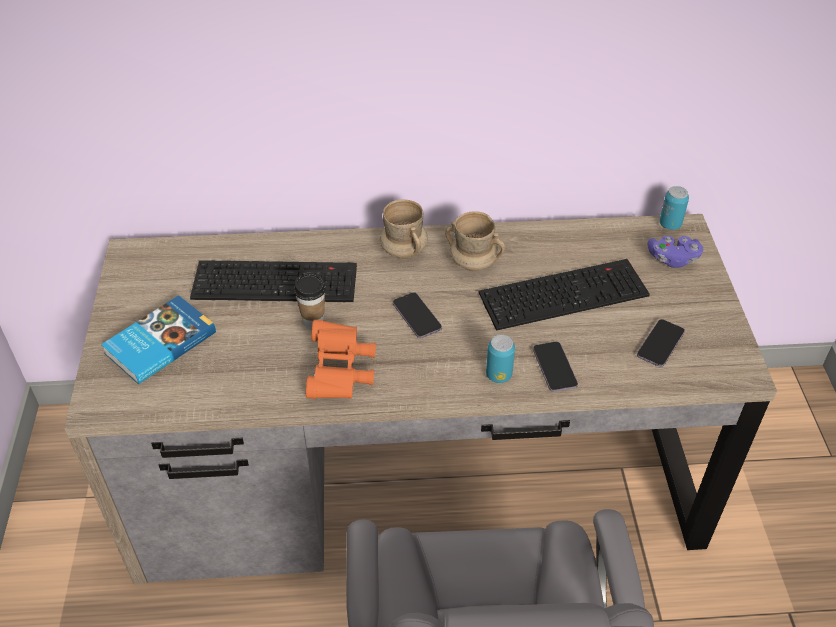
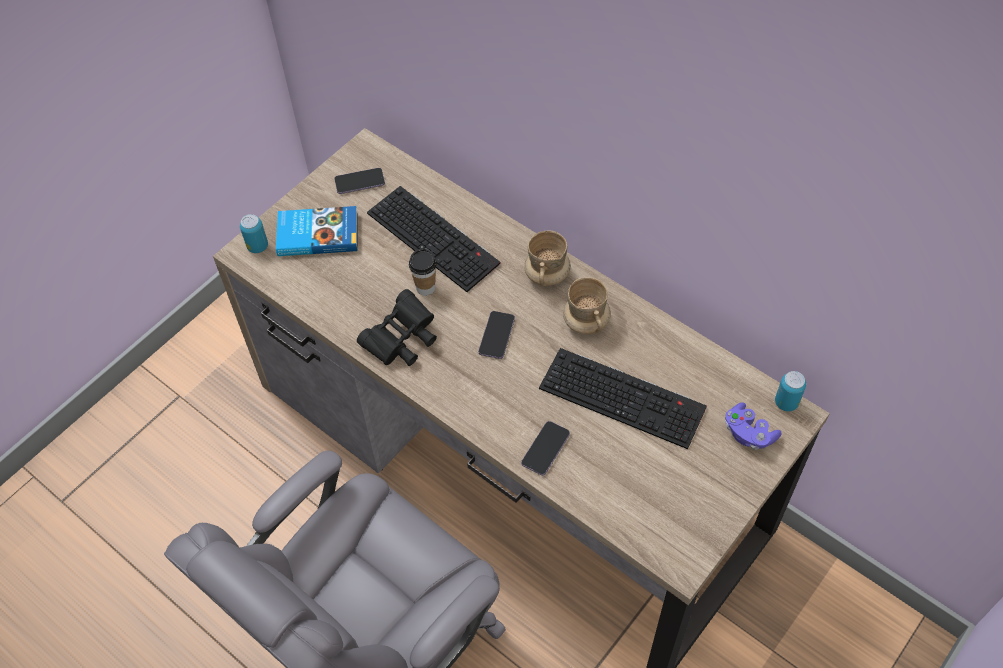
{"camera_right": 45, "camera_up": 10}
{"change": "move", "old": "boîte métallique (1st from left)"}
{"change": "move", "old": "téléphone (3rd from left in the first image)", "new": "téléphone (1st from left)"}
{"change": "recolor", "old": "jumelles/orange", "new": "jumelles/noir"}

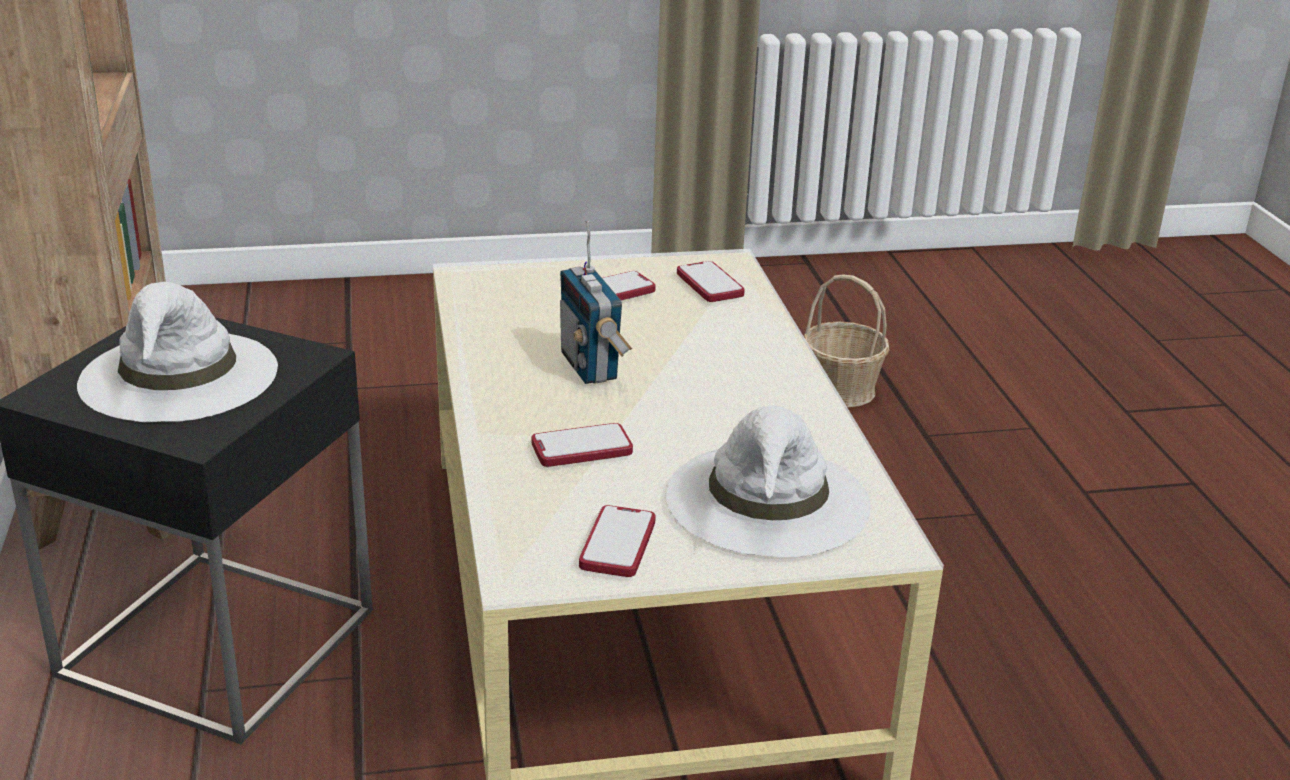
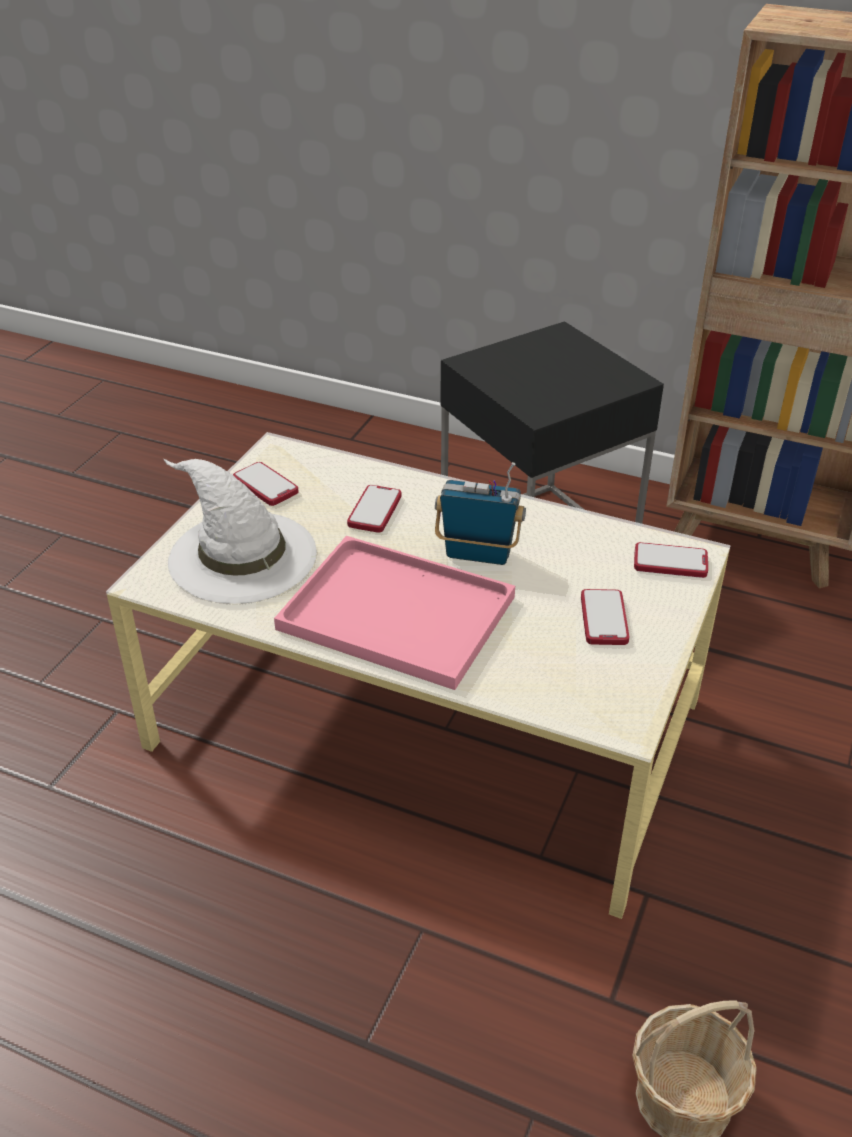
{"camera_right": 125, "camera_up": 10}
{"change": "delete", "old": "chapeau/blanc (1st from left)"}
{"change": "insert", "new": "plateau/rose"}
{"change": "move", "old": "téléphone (4th from left)"}

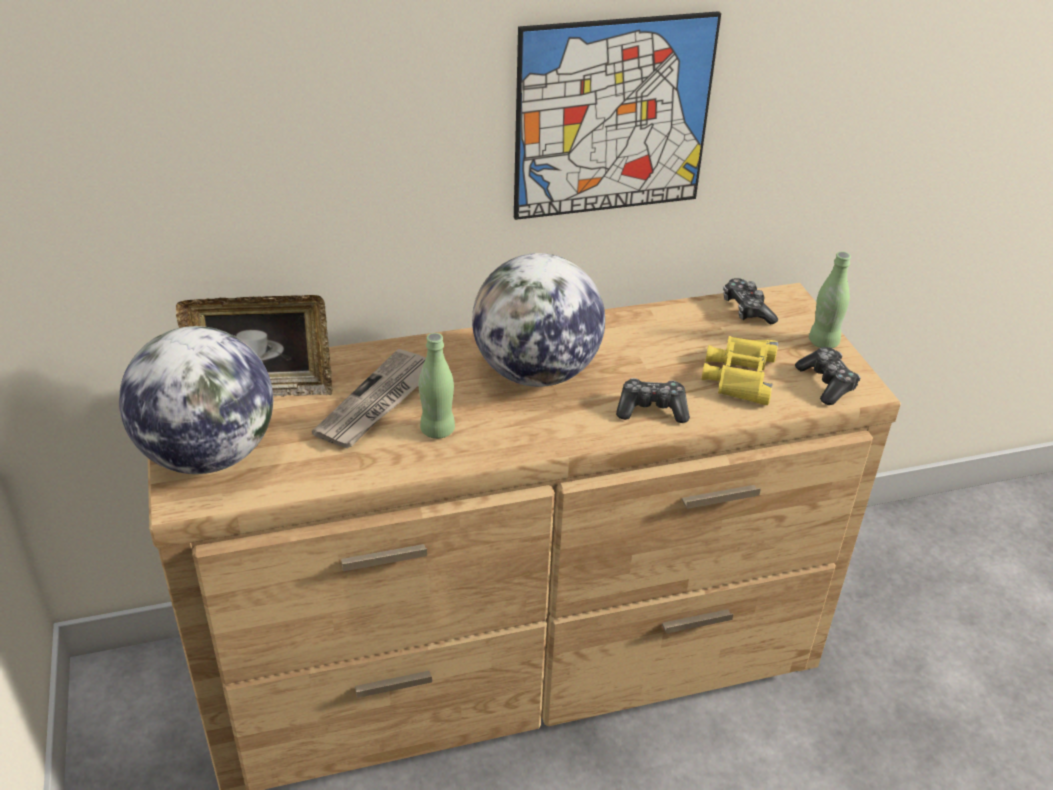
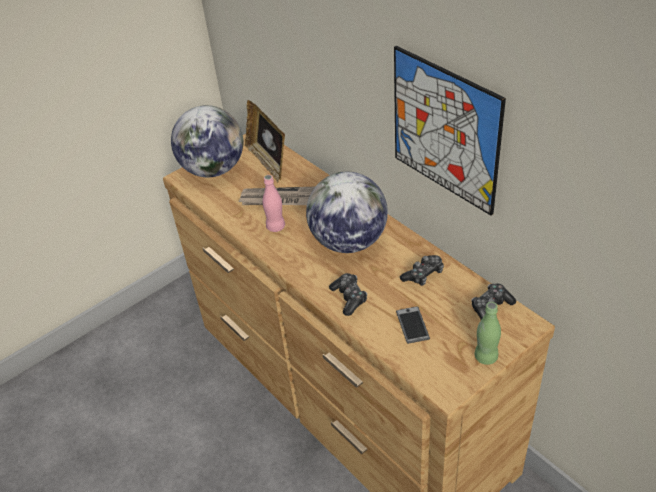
{"camera_right": 70, "camera_up": 5}
{"change": "move", "old": "manette (3rd from left in the first image)", "new": "manette (2nd from left)"}
{"change": "replace", "old": "jumelles/jaune", "new": "téléphone"}
{"change": "recolor", "old": "bouteille/vert (1st from left)", "new": "bouteille/rose"}

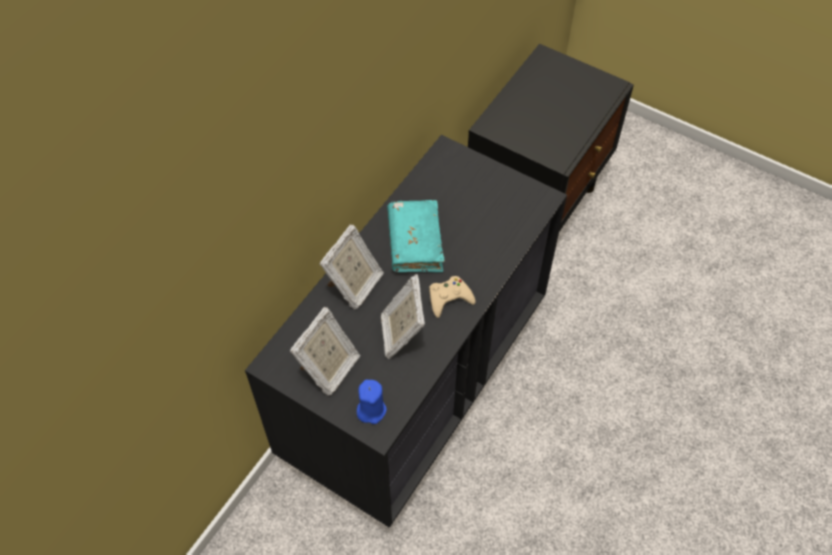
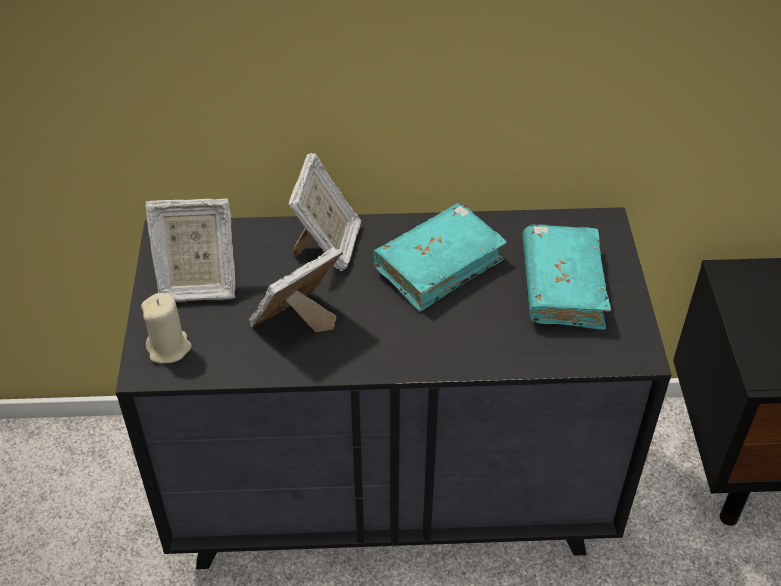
{"camera_right": 55, "camera_up": -10}
{"change": "delete", "old": "manette/beige"}
{"change": "insert", "new": "livre/turquoise (2nd from left)"}
{"change": "recolor", "old": "bougie/bleu", "new": "bougie/beige"}
{"change": "rotate", "old": "cadre photo (2nd from left in the first image)", "degrees": -75}

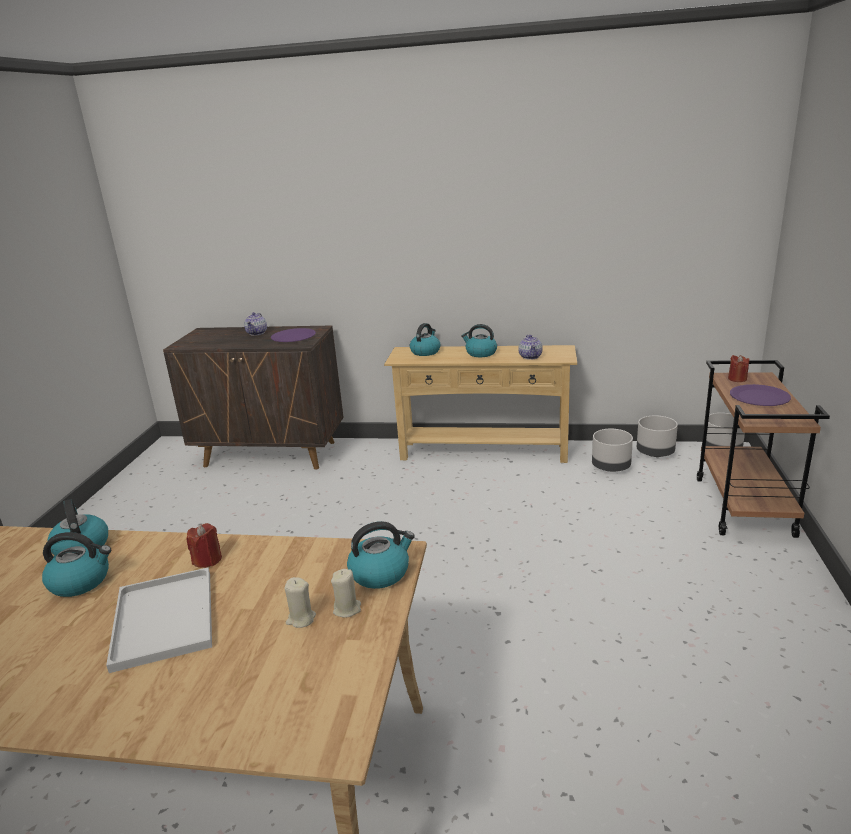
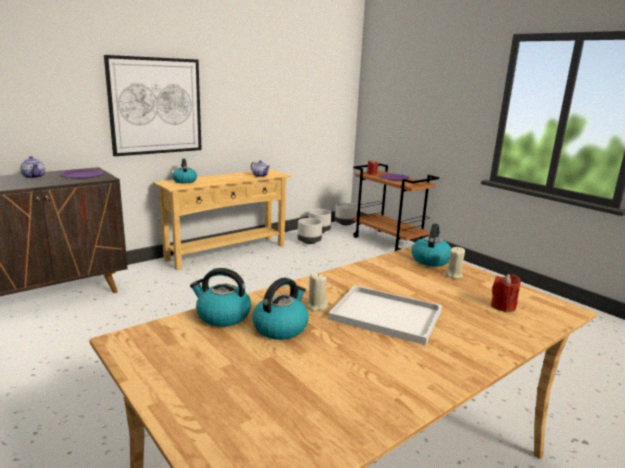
{"camera_right": -50, "camera_up": -5}
{"change": "delete", "old": "bouilloire (5th from left)"}
{"change": "insert", "new": "tableau"}
{"change": "move", "old": "bougie/rouge (1st from left in the first image)", "new": "bougie/rouge (2nd from left)"}
{"change": "move", "old": "bougie/beige (1st from left)"}

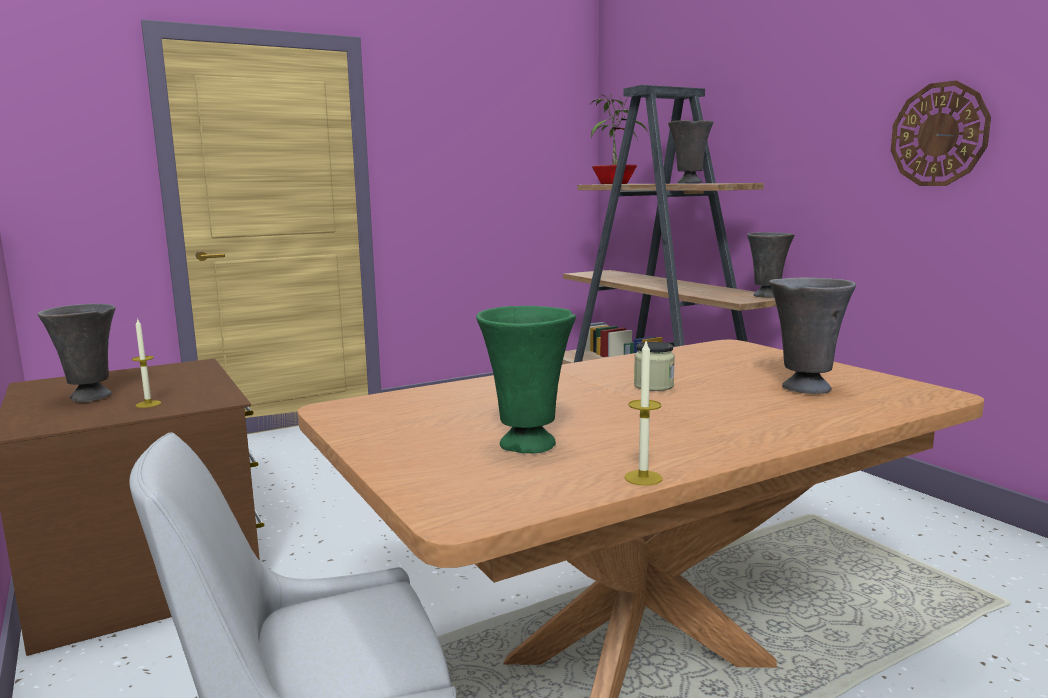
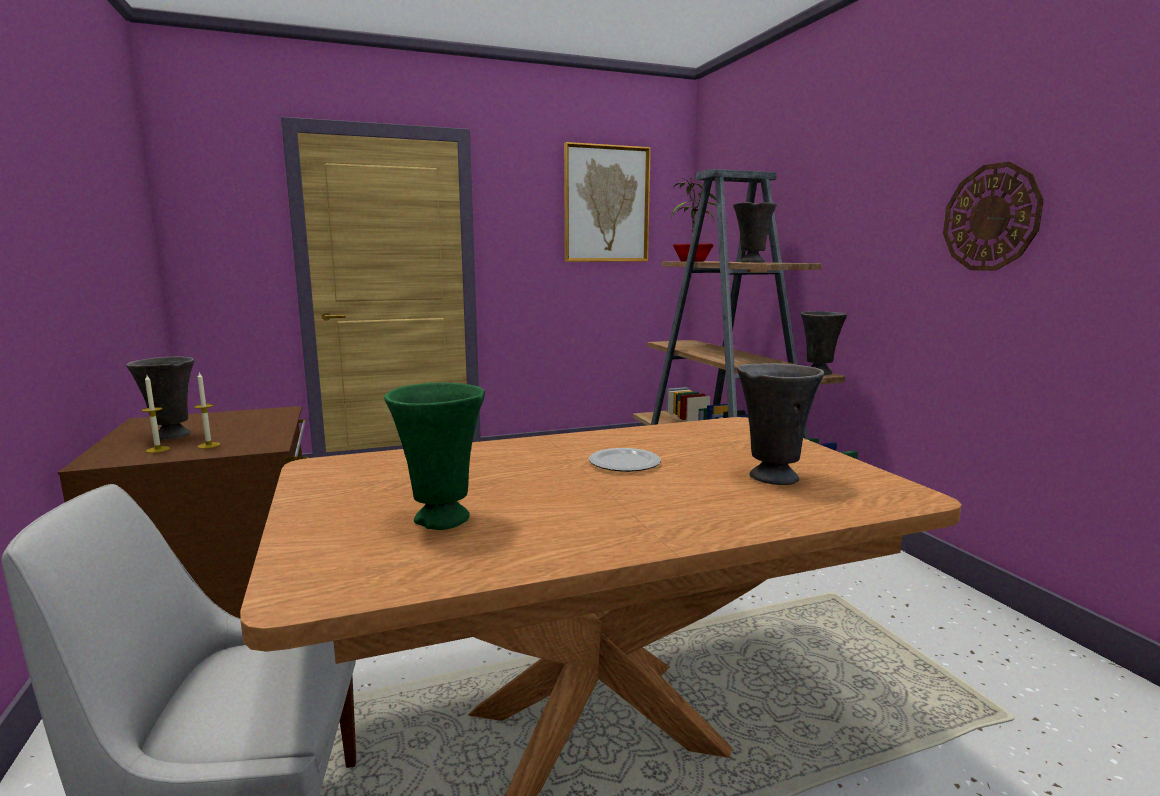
{"camera_right": 10, "camera_up": 0}
{"change": "insert", "new": "tableau"}
{"change": "move", "old": "bougie (2nd from left in the first image)", "new": "bougie (1st from left)"}
{"change": "replace", "old": "bocal", "new": "assiette"}

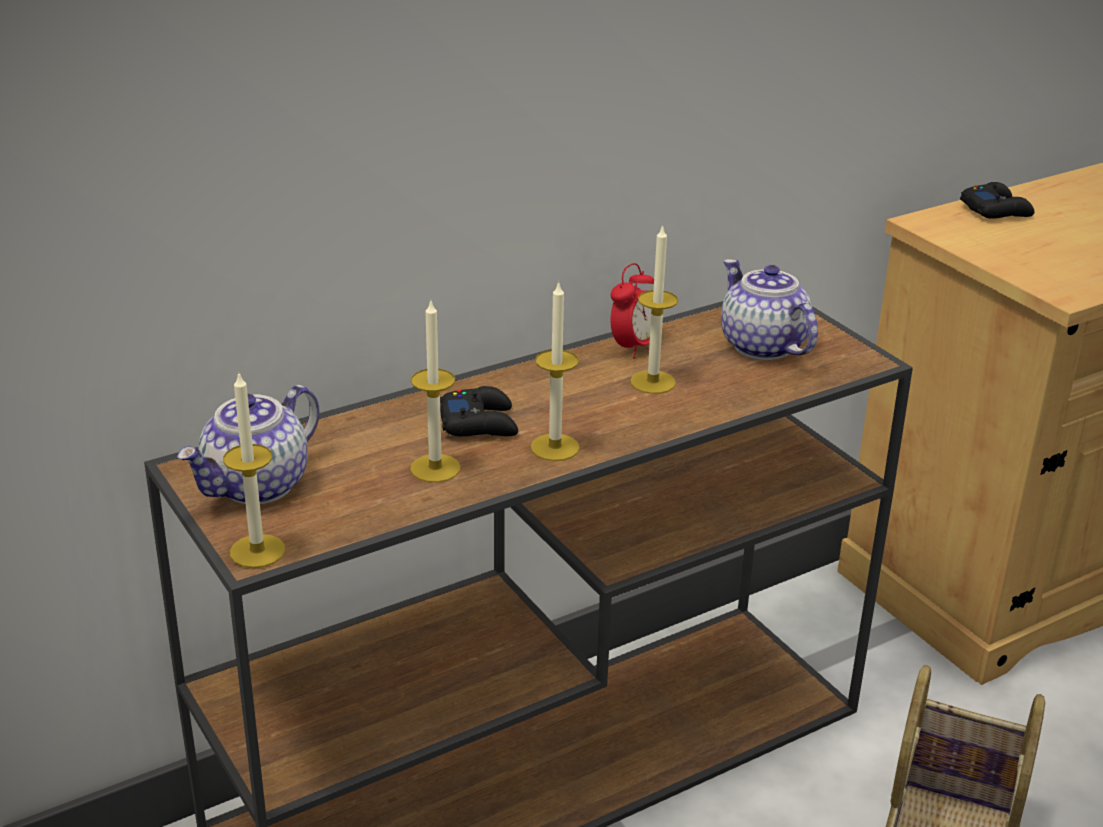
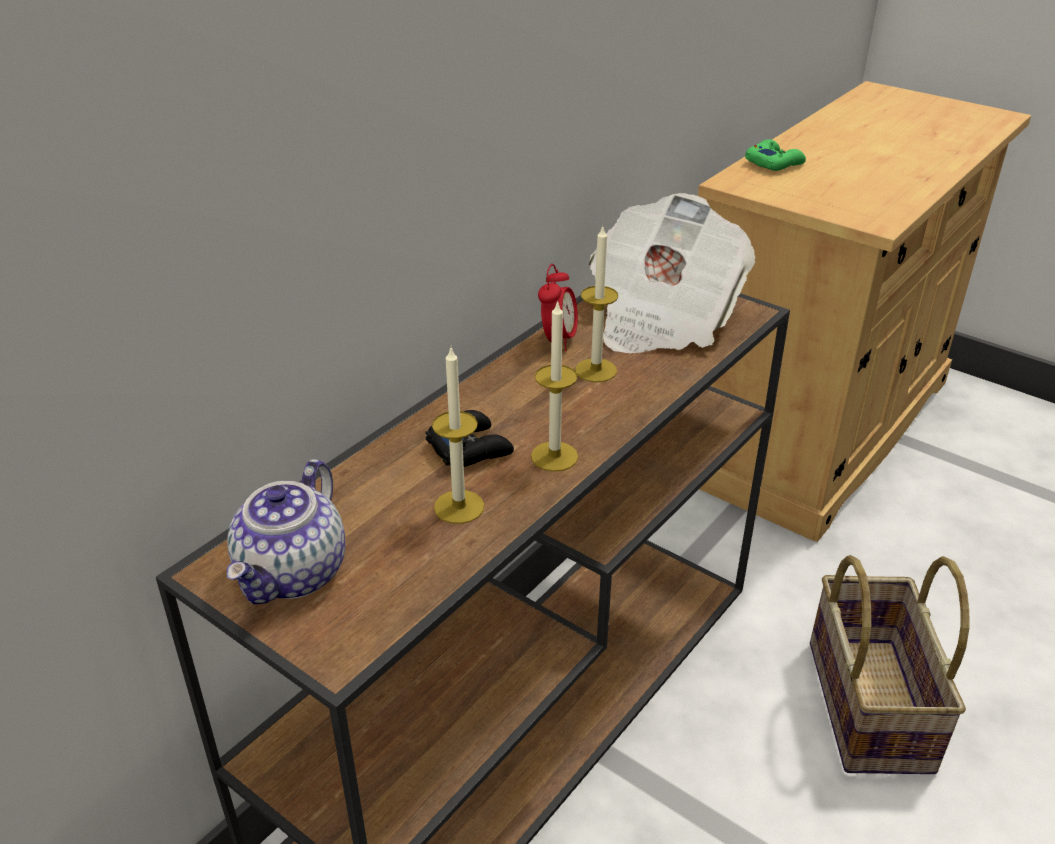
{"camera_right": -20, "camera_up": 5}
{"change": "delete", "old": "bougie (1st from left)"}
{"change": "replace", "old": "théière (2nd from left)", "new": "journal"}
{"change": "recolor", "old": "manette/noir (2nd from left)", "new": "manette/vert"}

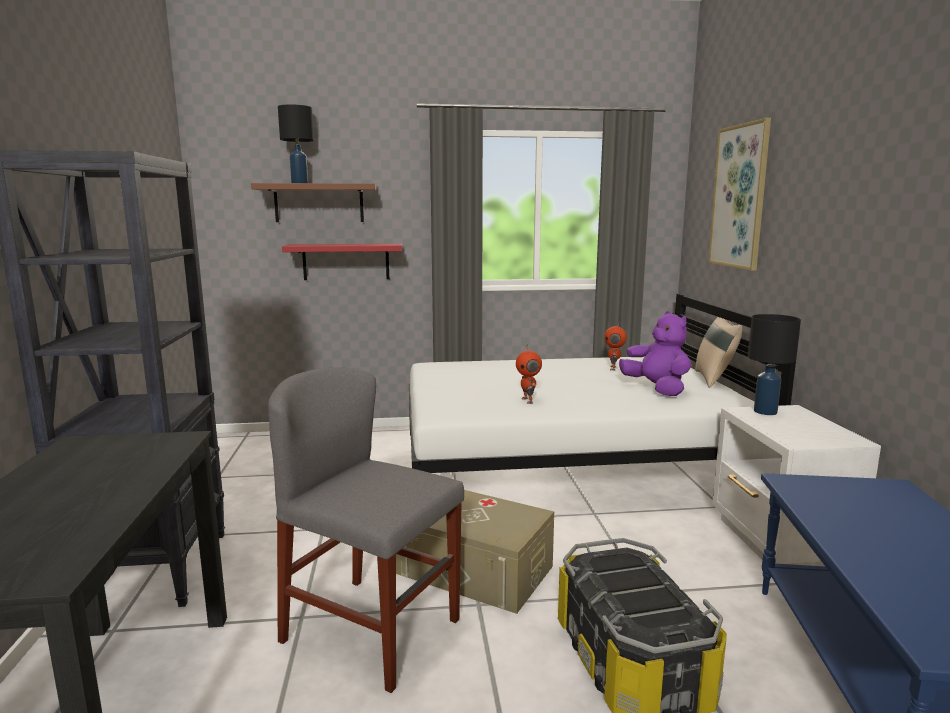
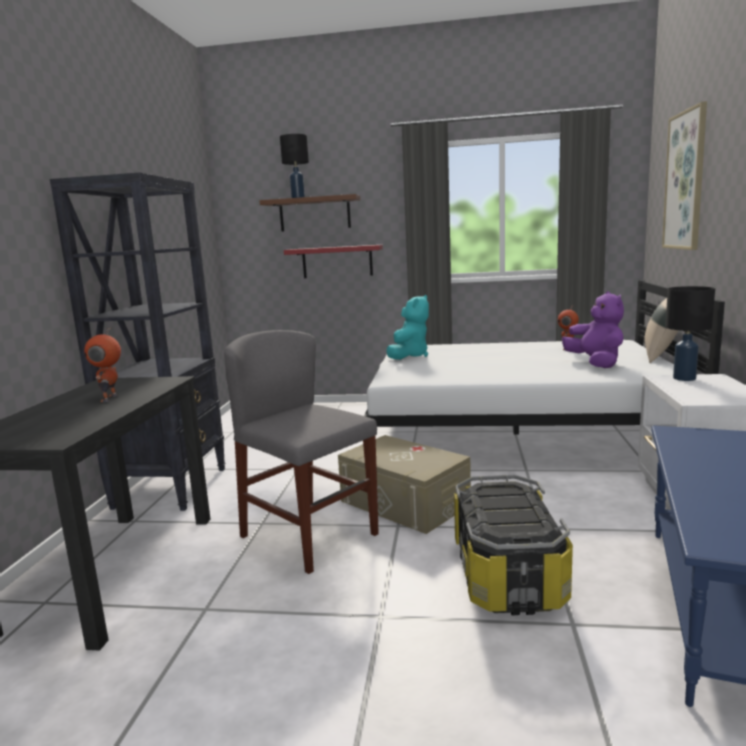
{"camera_right": 15, "camera_up": 0}
{"change": "insert", "new": "peluche/turquoise"}
{"change": "move", "old": "robot jouet (1st from left)"}

